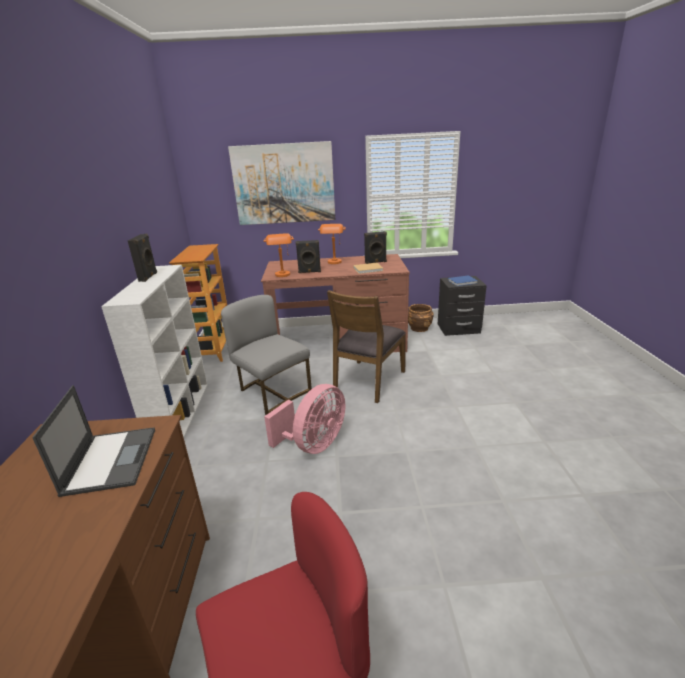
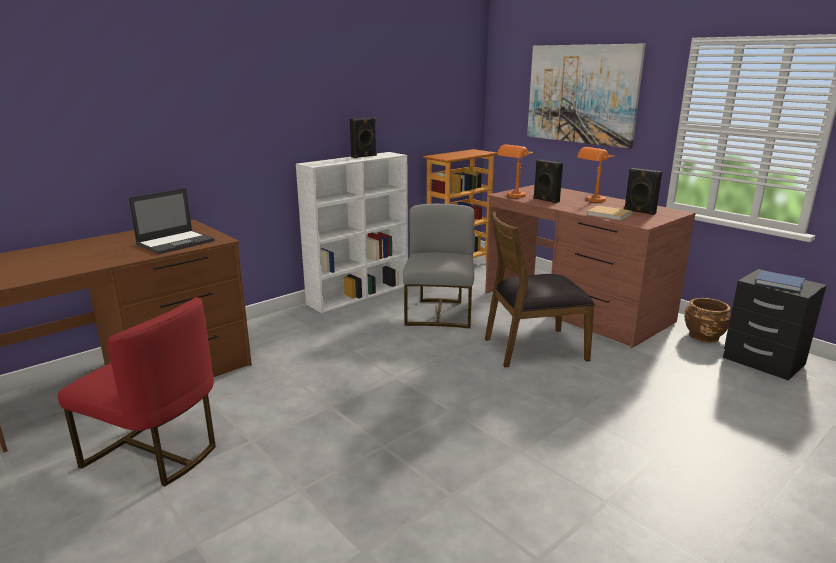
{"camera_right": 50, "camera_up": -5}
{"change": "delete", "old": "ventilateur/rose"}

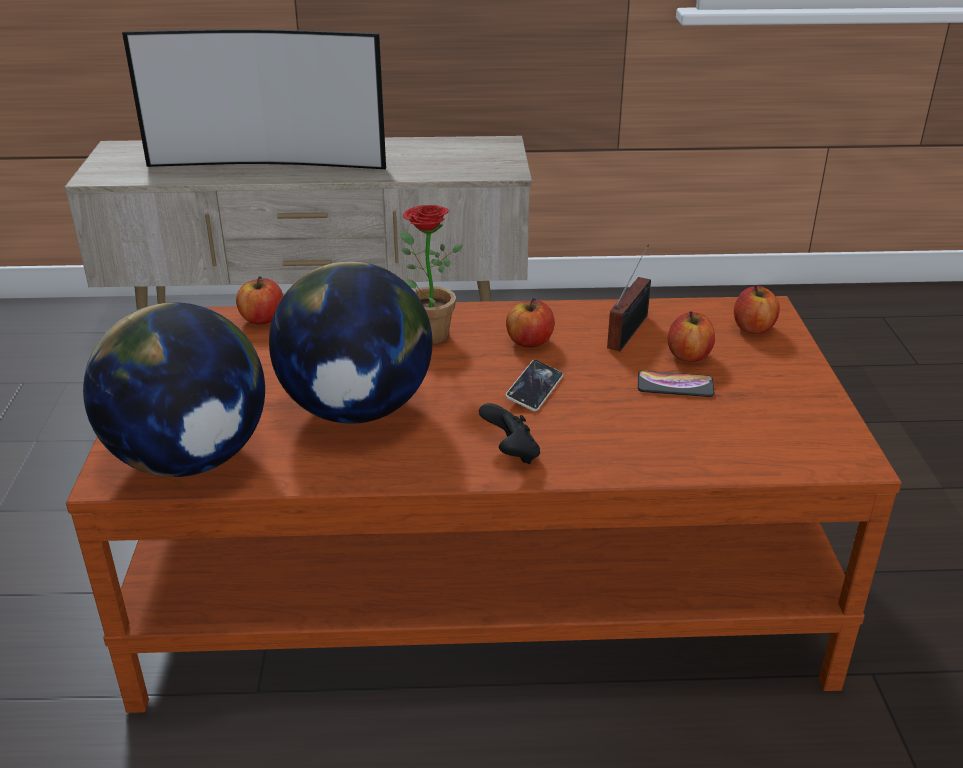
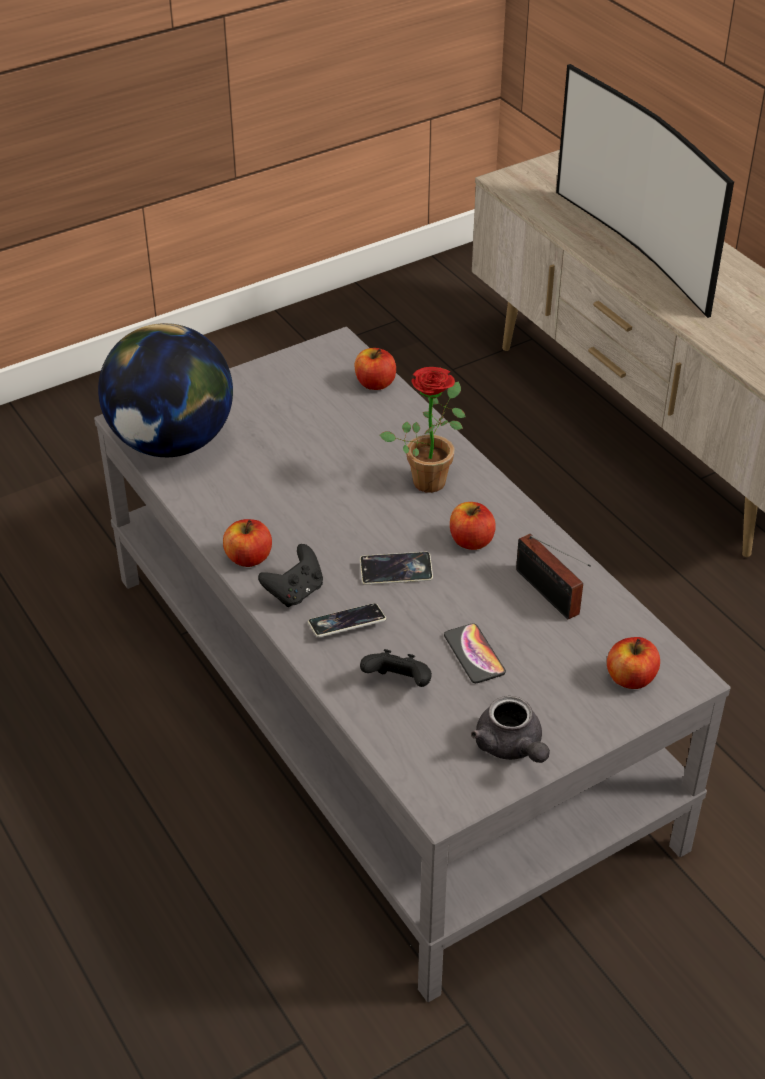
{"camera_right": 60, "camera_up": 10}
{"change": "delete", "old": "globe (2nd from left)"}
{"change": "insert", "new": "téléphone (1st from left)"}
{"change": "insert", "new": "manette/noir (2nd from left)"}
{"change": "insert", "new": "théière/gris"}
{"change": "move", "old": "pomme (3rd from left in the first image)", "new": "pomme (1st from left)"}
{"change": "recolor", "old": "table basse/marron", "new": "table basse/gris"}
{"change": "rotate", "old": "radio", "degrees": 60}

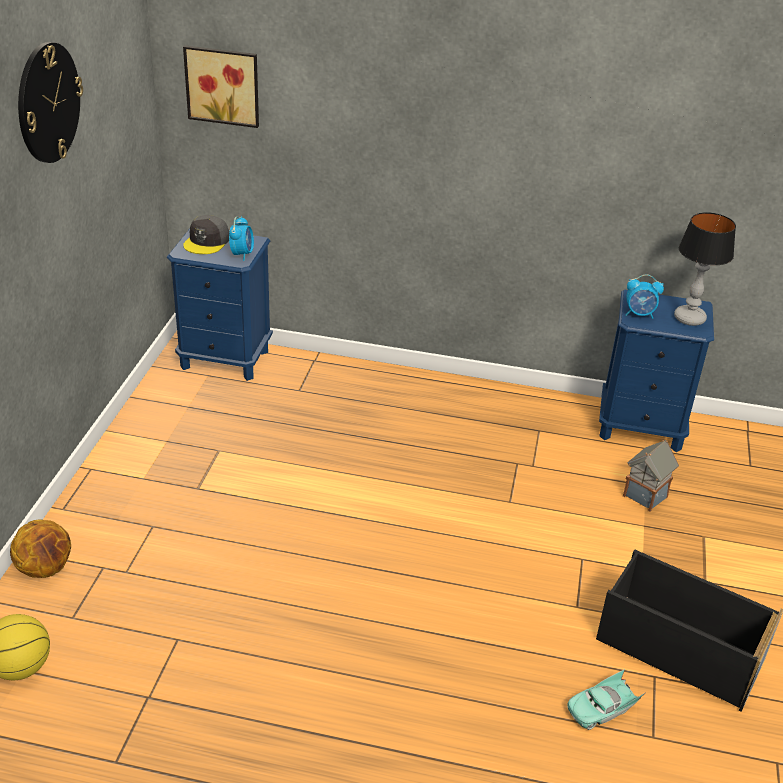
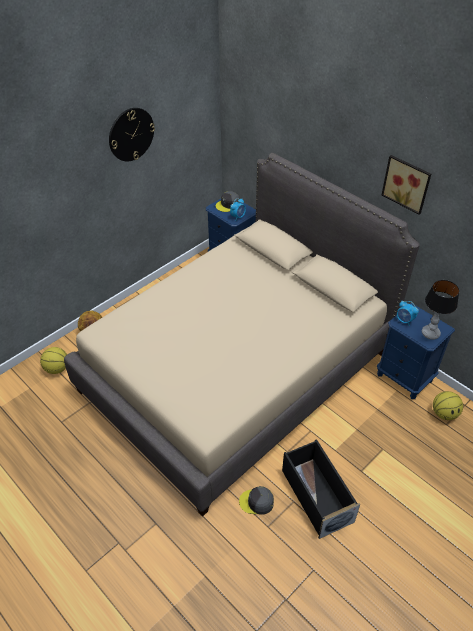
{"camera_right": 35, "camera_up": 10}
{"change": "delete", "old": "maison miniature"}
{"change": "insert", "new": "lit/beige"}
{"change": "insert", "new": "ballon de basket (3rd from left)"}
{"change": "move", "old": "tableau"}
{"change": "replace", "old": "petite voiture/turquoise", "new": "casquette/gris (2nd from left)"}

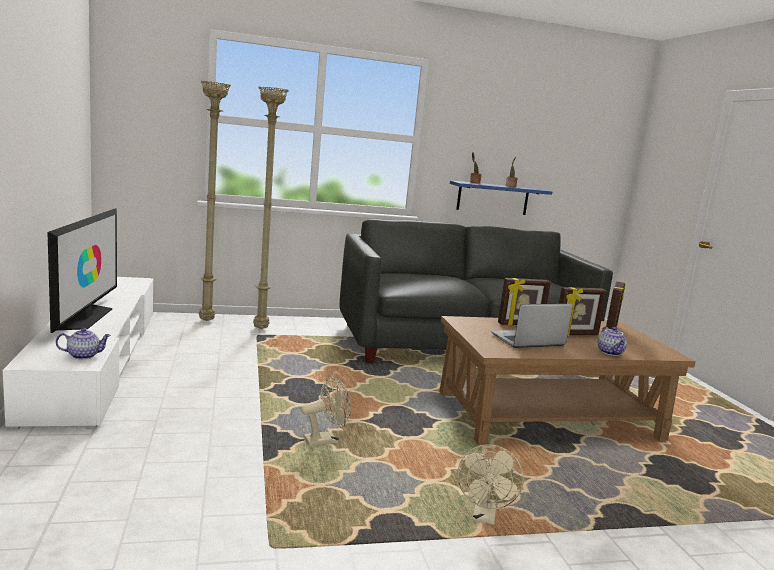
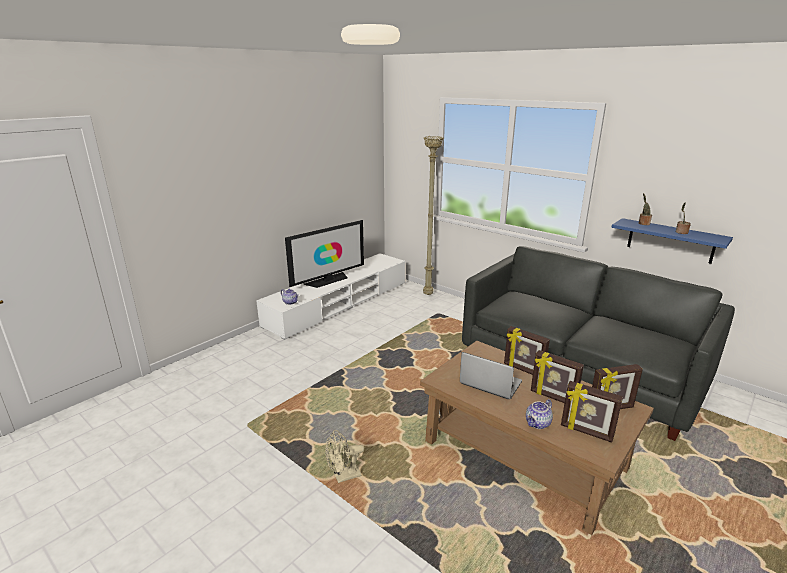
{"camera_right": 55, "camera_up": 10}
{"change": "delete", "old": "lampadaire/beige (2nd from left)"}
{"change": "delete", "old": "ventilateur/beige (1st from left)"}
{"change": "insert", "new": "cadre photo (3rd from left)"}

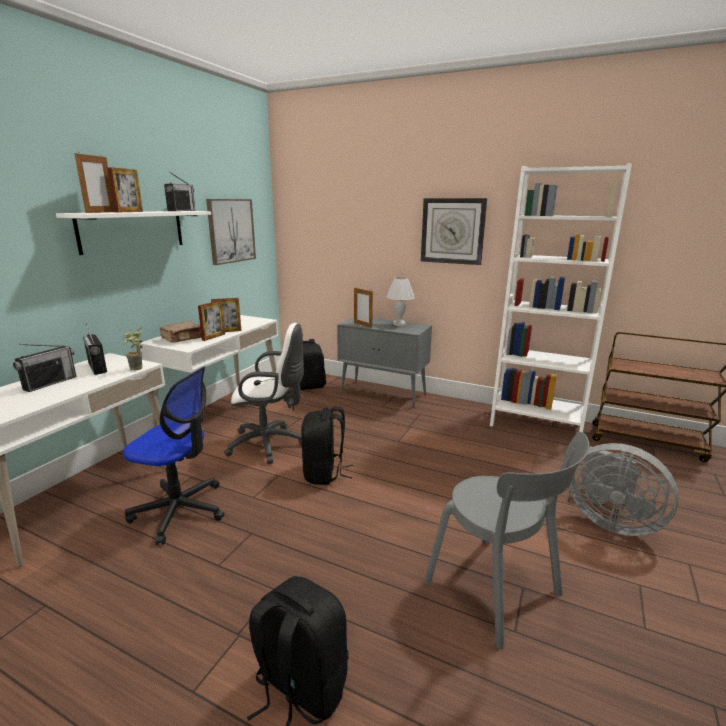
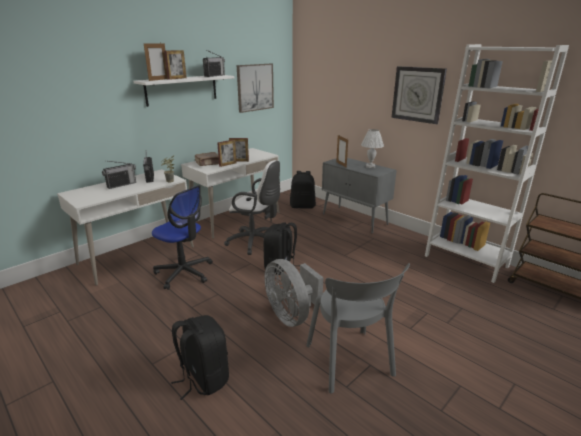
{"camera_right": 20, "camera_up": 5}
{"change": "move", "old": "ventilateur/gris"}

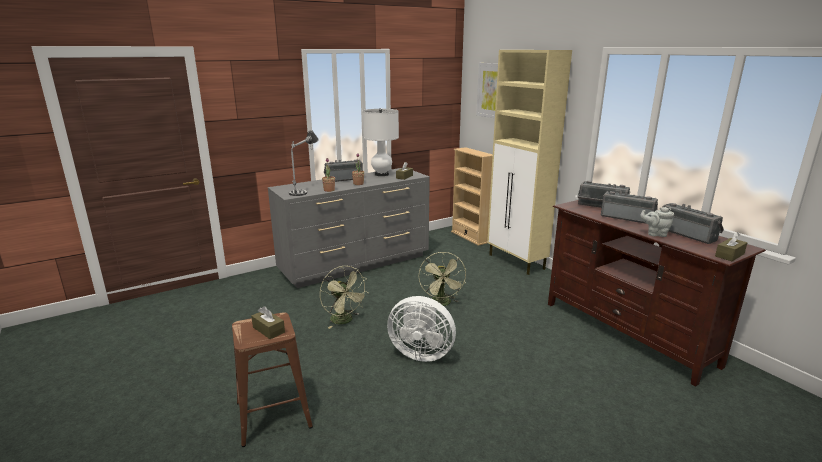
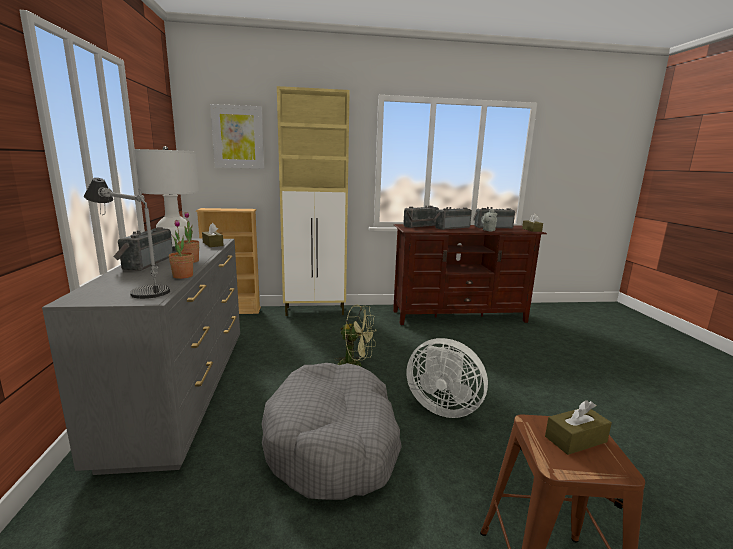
{"camera_right": -65, "camera_up": -5}
{"change": "replace", "old": "ventilateur/vert (1st from left)", "new": "panier pour chien/gris"}
{"change": "rotate", "old": "ventilateur/blanc", "degrees": 75}

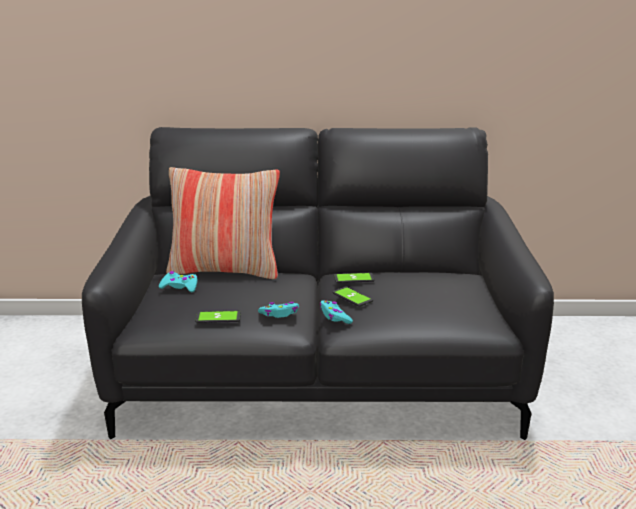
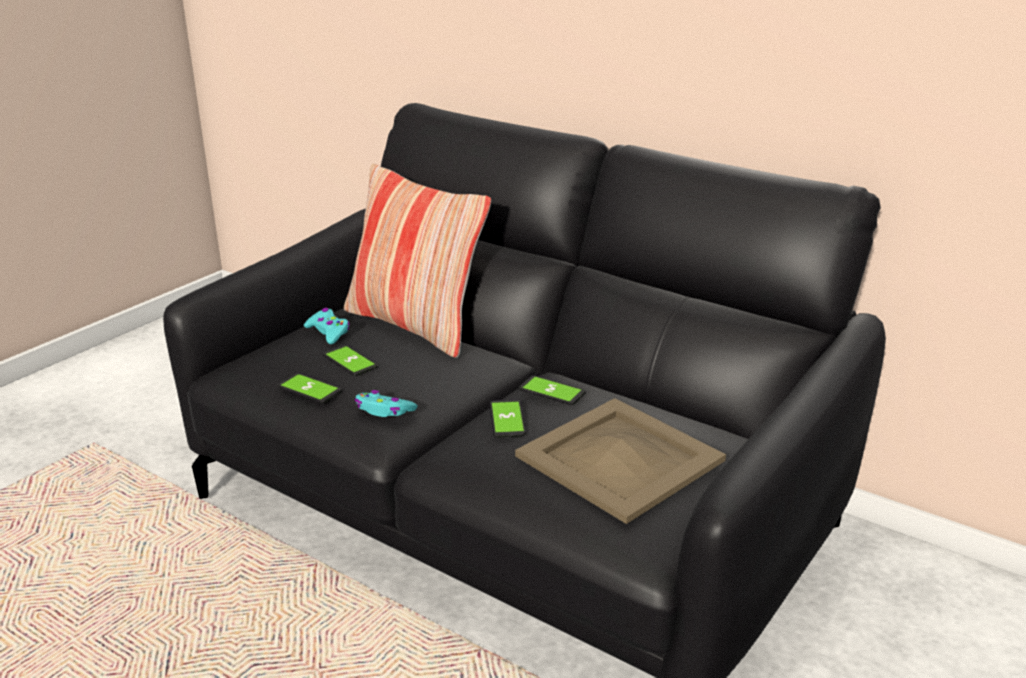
{"camera_right": 35, "camera_up": 5}
{"change": "delete", "old": "manette/turquoise (3rd from left)"}
{"change": "insert", "new": "téléphone (2nd from left)"}
{"change": "insert", "new": "plateau/beige"}

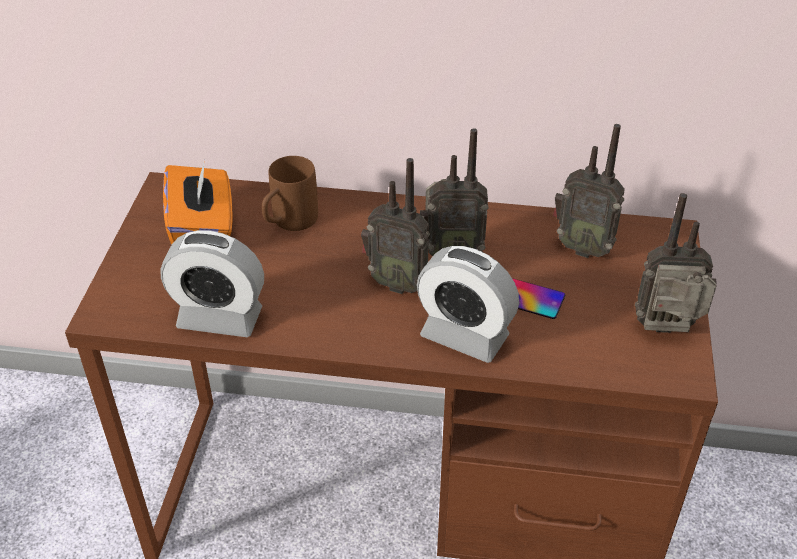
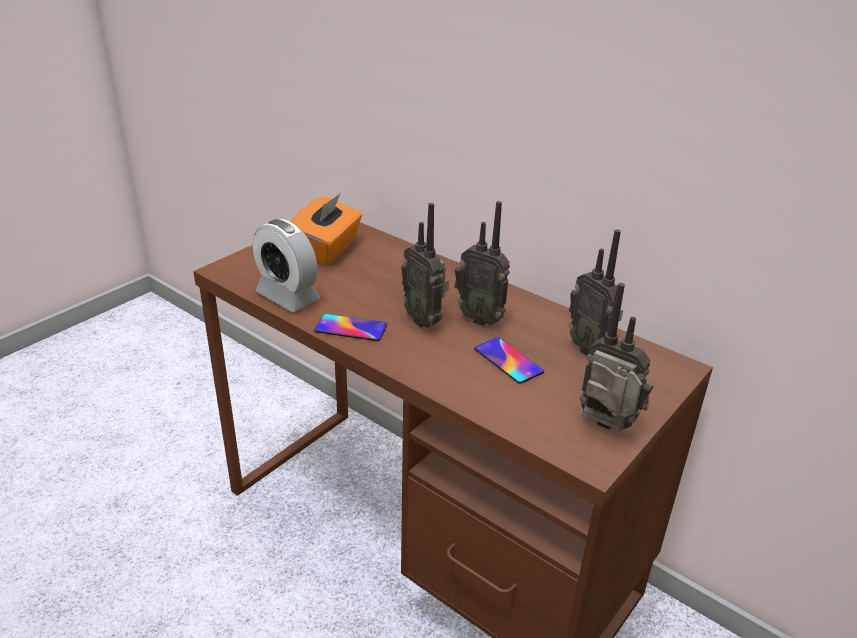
{"camera_right": 30, "camera_up": -10}
{"change": "delete", "old": "mug/marron"}
{"change": "delete", "old": "réveil (2nd from left)"}
{"change": "insert", "new": "téléphone (1st from left)"}

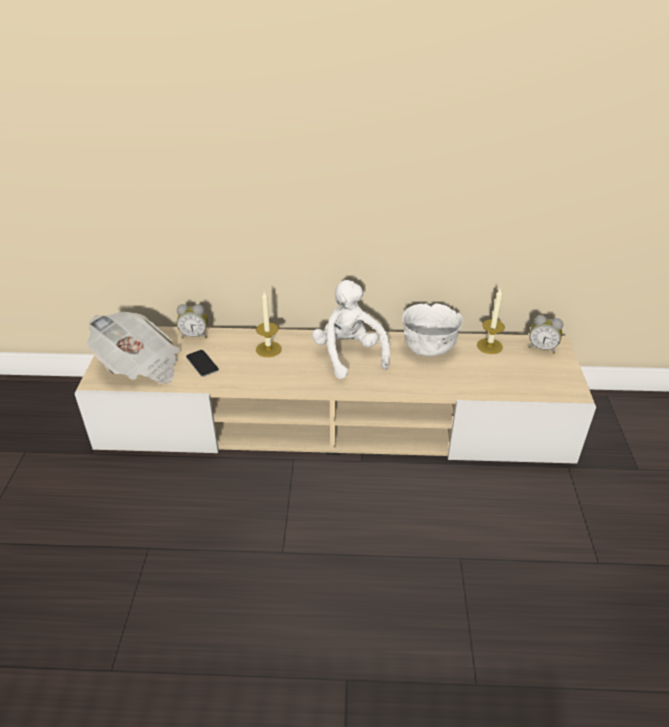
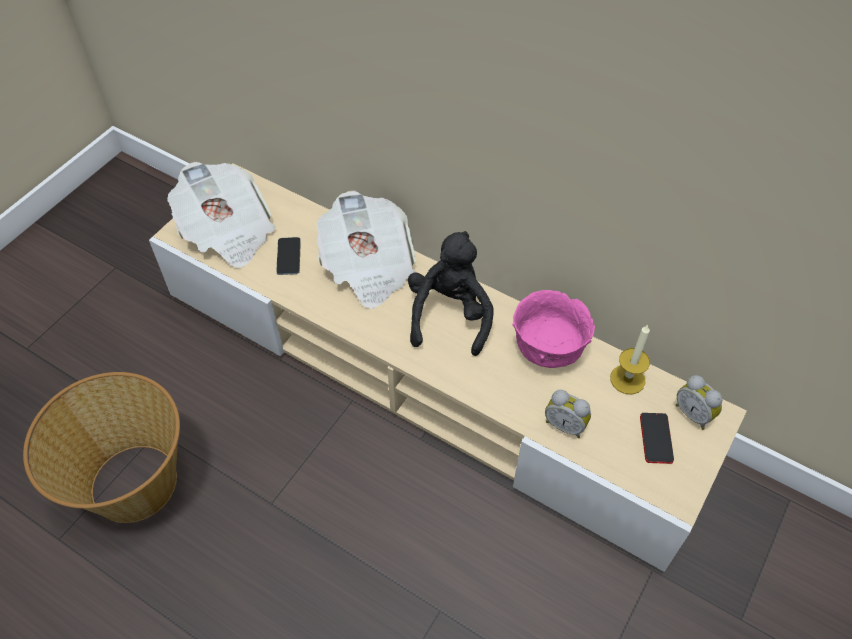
{"camera_right": 30, "camera_up": 15}
{"change": "insert", "new": "panier"}
{"change": "insert", "new": "téléphone (2nd from left)"}
{"change": "move", "old": "réveil (1st from left)"}
{"change": "replace", "old": "bougie (1st from left)", "new": "journal (2nd from left)"}
{"change": "recolor", "old": "peluche/blanc", "new": "peluche/noir"}
{"change": "recolor", "old": "bol/blanc", "new": "bol/rose"}

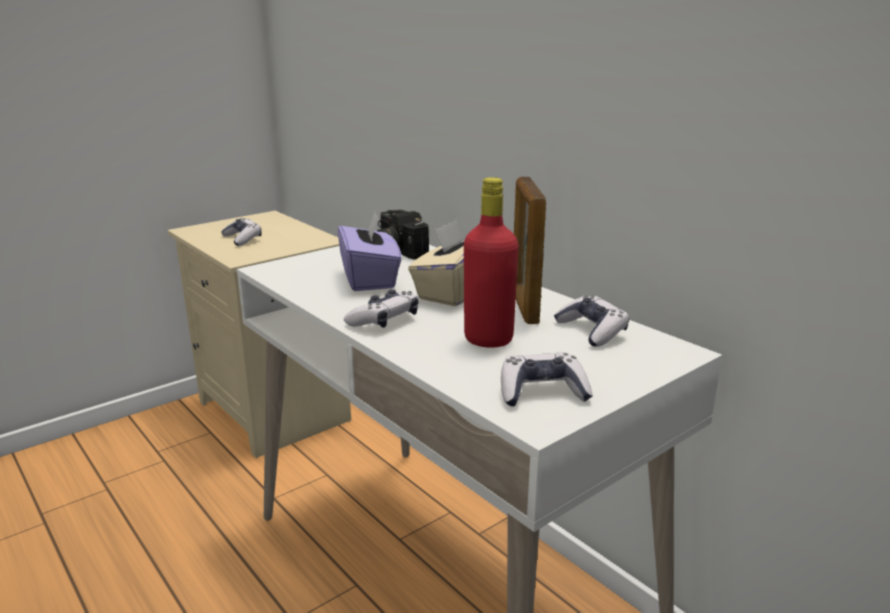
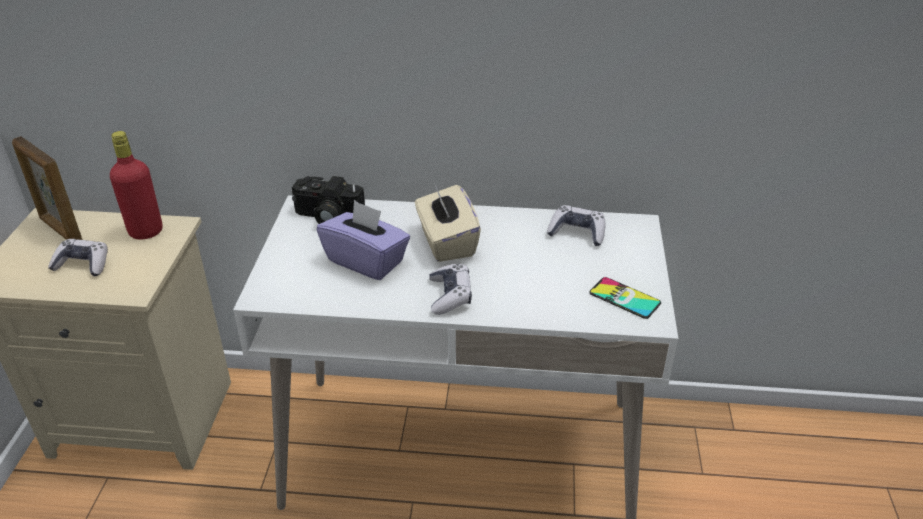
{"camera_right": -45, "camera_up": 15}
{"change": "move", "old": "bouteille/rouge"}
{"change": "move", "old": "cadre photo"}
{"change": "replace", "old": "manette (3rd from left)", "new": "téléphone"}

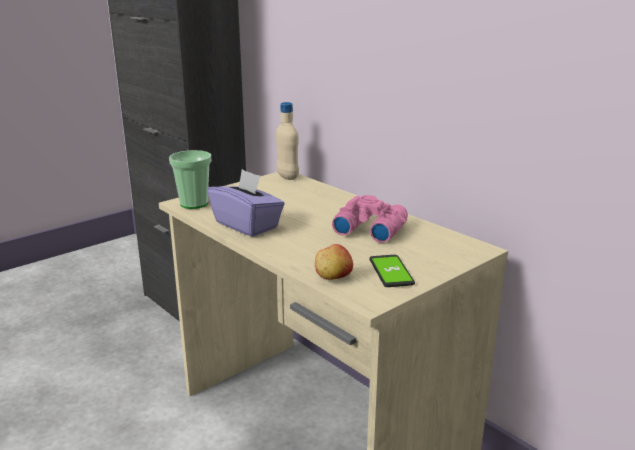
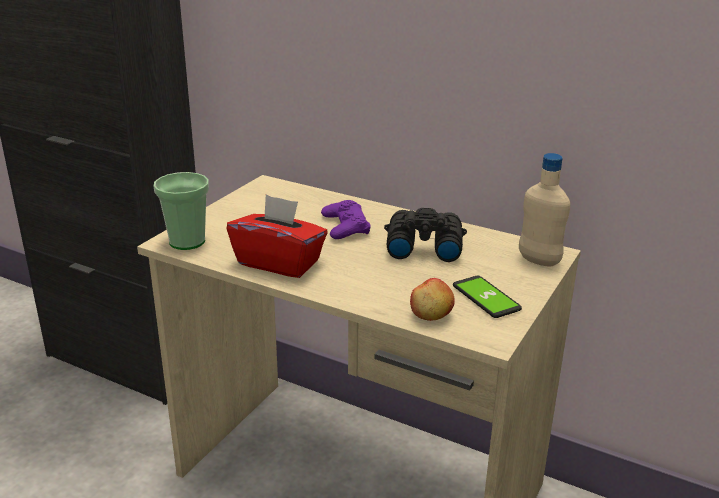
{"camera_right": -20, "camera_up": 5}
{"change": "insert", "new": "manette/violet"}
{"change": "move", "old": "bouteille/beige"}
{"change": "recolor", "old": "boîte à mouchoirs/violet", "new": "boîte à mouchoirs/rouge"}
{"change": "recolor", "old": "jumelles/rose", "new": "jumelles/noir"}

